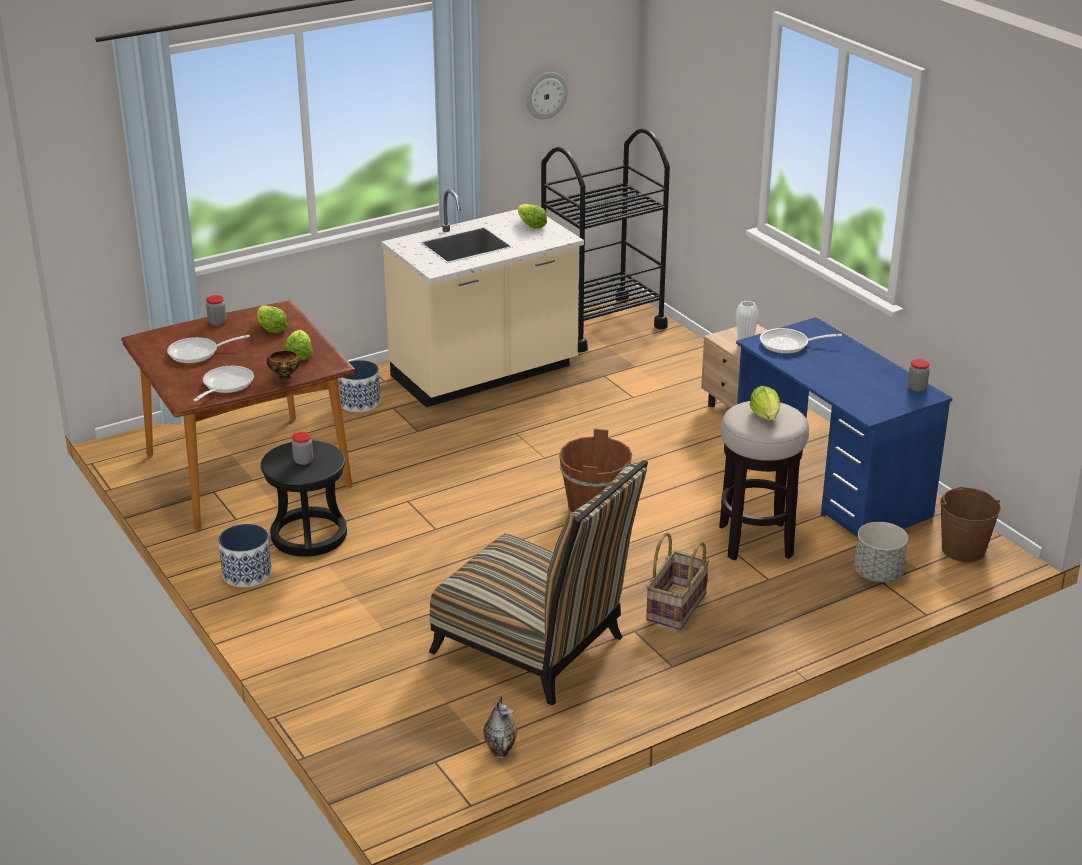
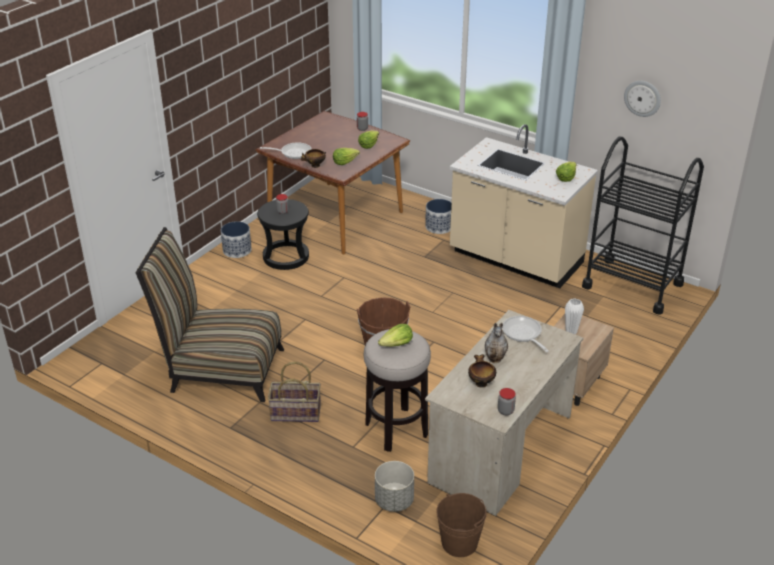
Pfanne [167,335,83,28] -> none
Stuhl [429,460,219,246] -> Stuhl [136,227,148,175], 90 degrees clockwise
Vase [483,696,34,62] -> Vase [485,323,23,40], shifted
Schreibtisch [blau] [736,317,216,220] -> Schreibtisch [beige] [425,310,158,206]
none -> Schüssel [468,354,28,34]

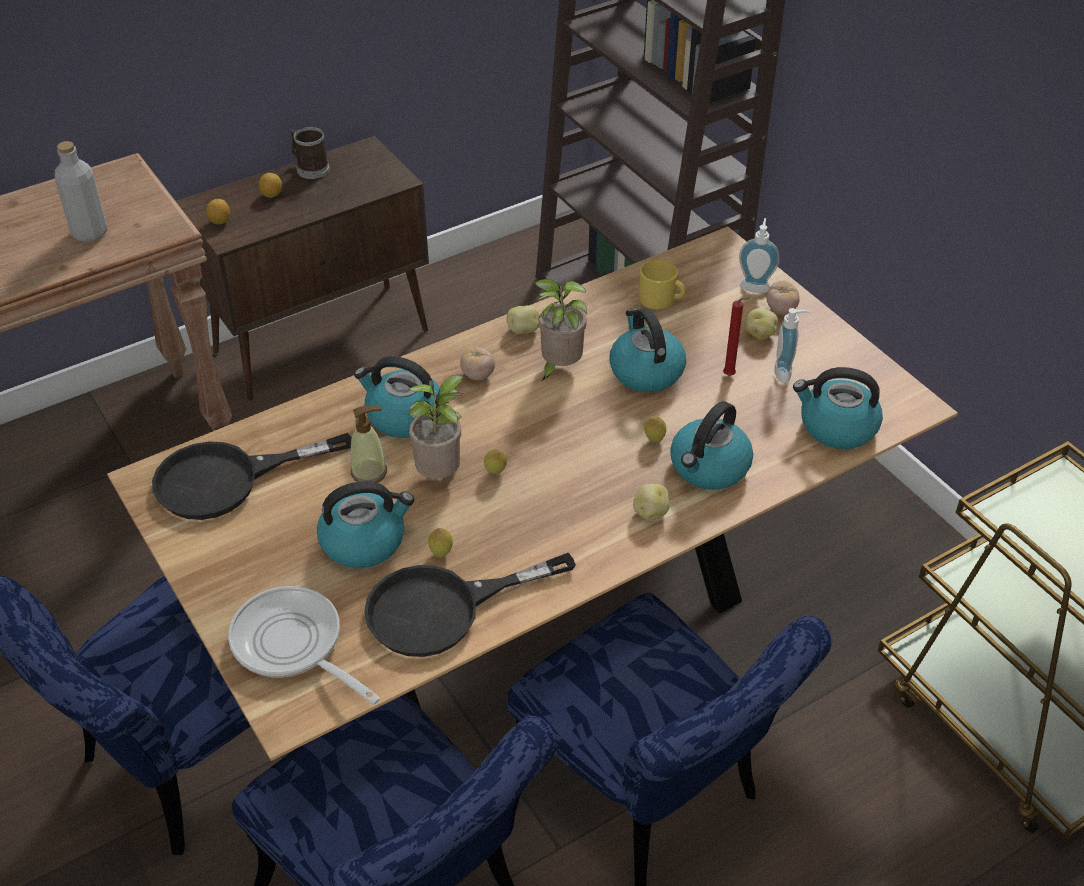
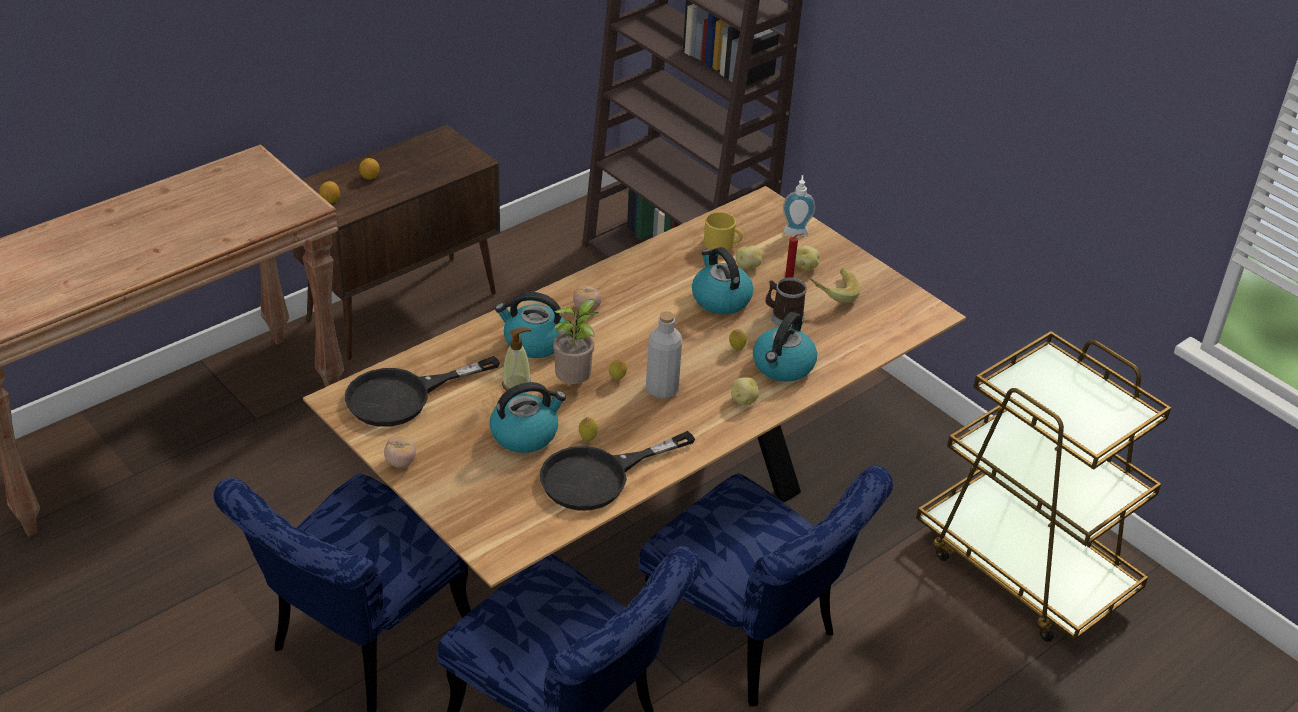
Flasche [grau] [55,141,52,101] -> Flasche [grau] [646,311,36,88], shifted
Pfanne [228,586,152,119] -> none
Henkelbecher [290,127,40,52] -> Henkelbecher [765,277,42,51], shifted
Kartoffel [507,305,33,29] -> Kartoffel [736,246,26,23], shifted
Topfpflanze [534,279,53,103] -> none
Tomate [767,281,33,33] -> Tomate [384,435,32,33], shifted
Seifenspender [774,308,36,75] -> Banane [809,269,51,34]
Wasserkessel [793,367,90,82] -> none

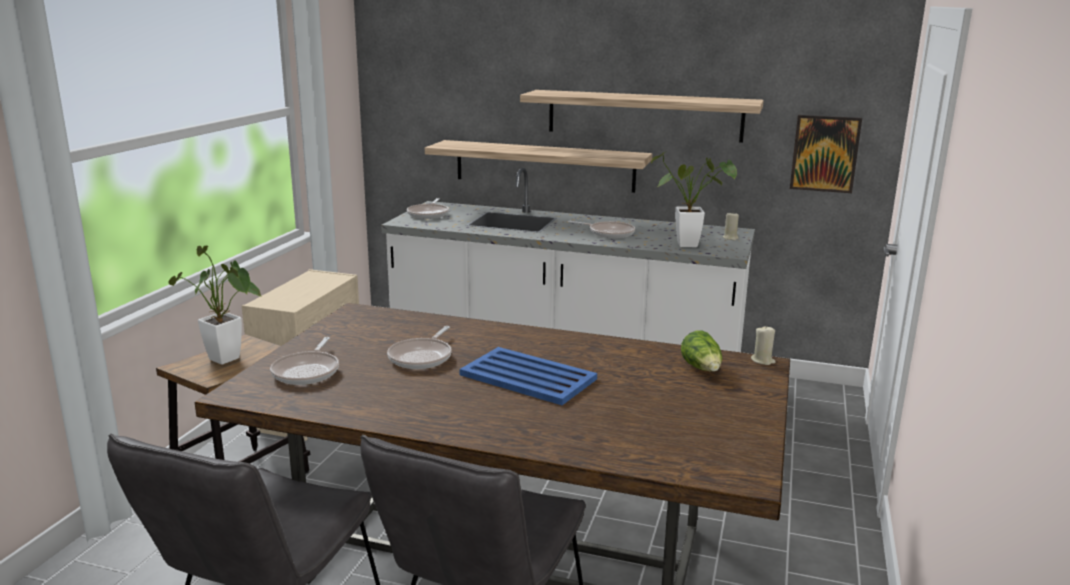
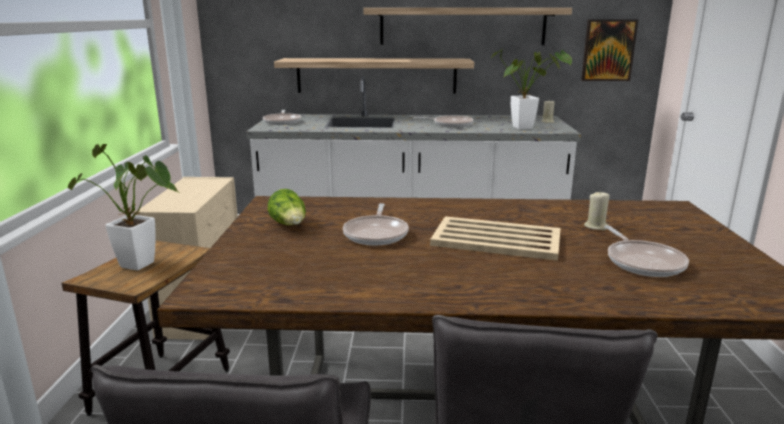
Pfanne [270,337,69,48] -> Pfanne [605,226,84,51], shifted
Tablett [blau] [459,347,138,58] -> Tablett [beige] [430,216,130,45]
Salatkopf [681,331,41,41] -> Salatkopf [268,189,38,36], shifted
Kerze [beige] [751,326,25,39] -> Kerze [beige] [584,191,26,39], shifted

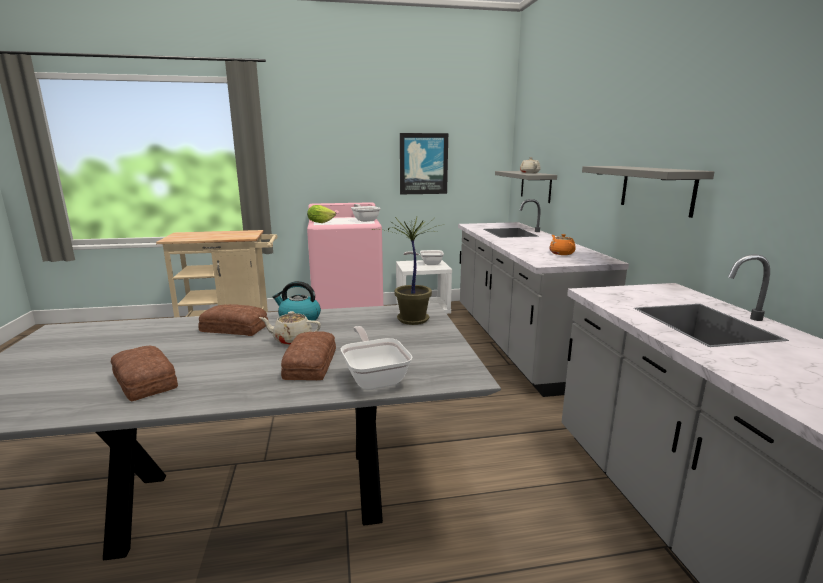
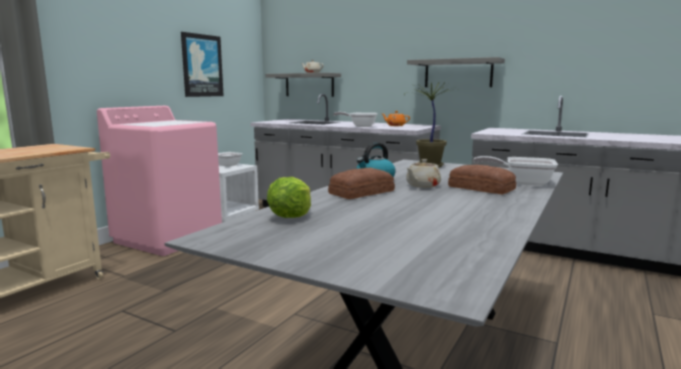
Brot [111,346,67,55] -> none
Salatkopf [307,205,29,18] -> Salatkopf [267,177,44,41], shifted
Pfanne [351,204,30,18] -> Pfanne [333,112,45,15], shifted

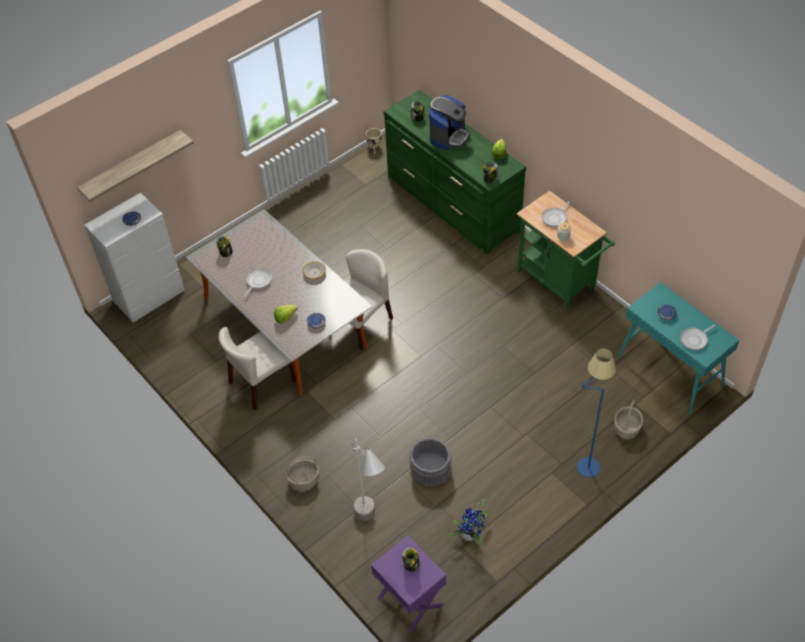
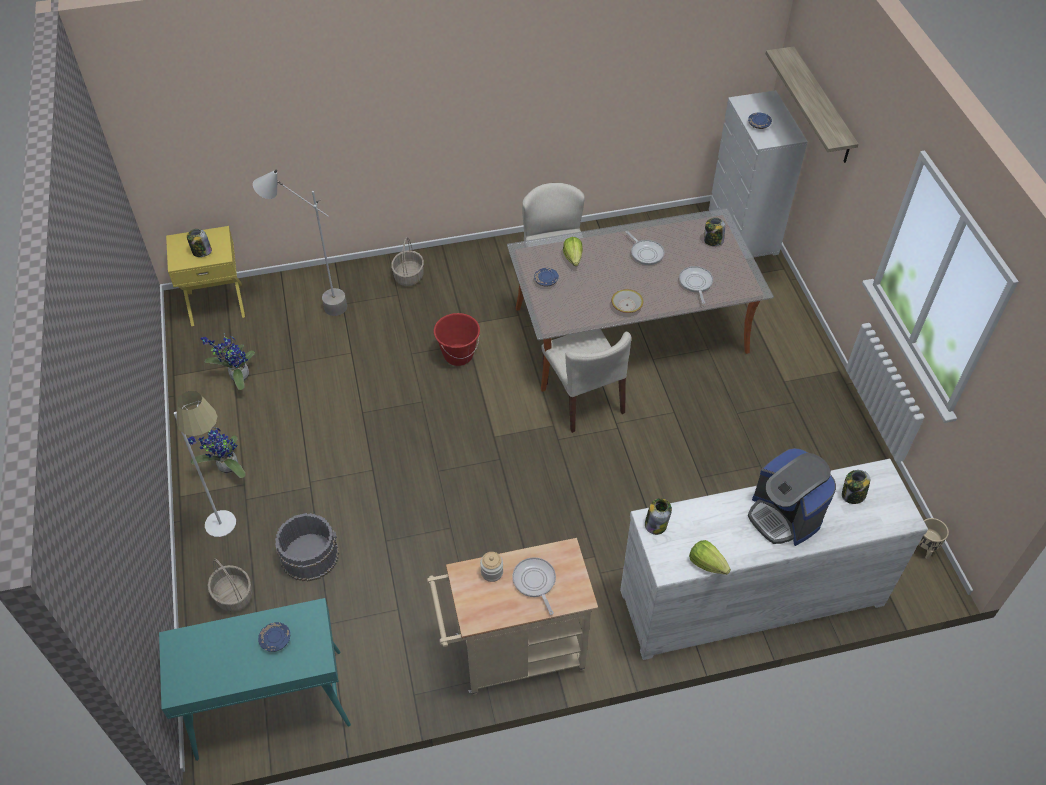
Nachttisch [lila] [371,535,76,99] -> Nachttisch [gelb] [166,226,79,100]
Kommode [grün] [384,90,142,165] -> Kommode [weiß] [620,459,308,201]
Eimer [grau] [409,438,43,49] -> Eimer [grau] [275,513,64,69], shifted
Rollwagen [grün] [516,191,99,119] -> Rollwagen [beige] [427,538,171,157]
Stehlampe [blau] [577,349,39,128] -> Stehlampe [weiß] [174,391,62,146]
Pfanne [680,324,36,26] -> Pfanne [679,266,34,38], shifted
none -> Topfpflanze [187,427,59,51]
none -> Eimer [rot] [434,313,46,53]

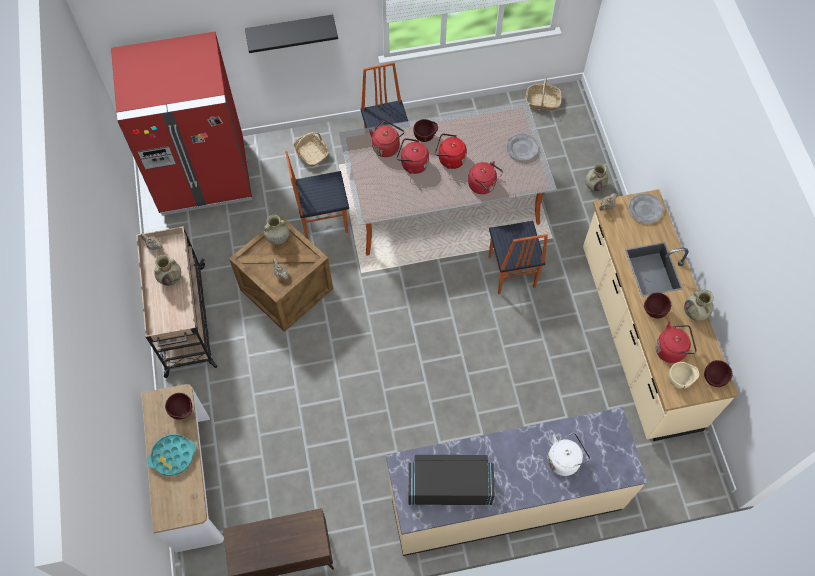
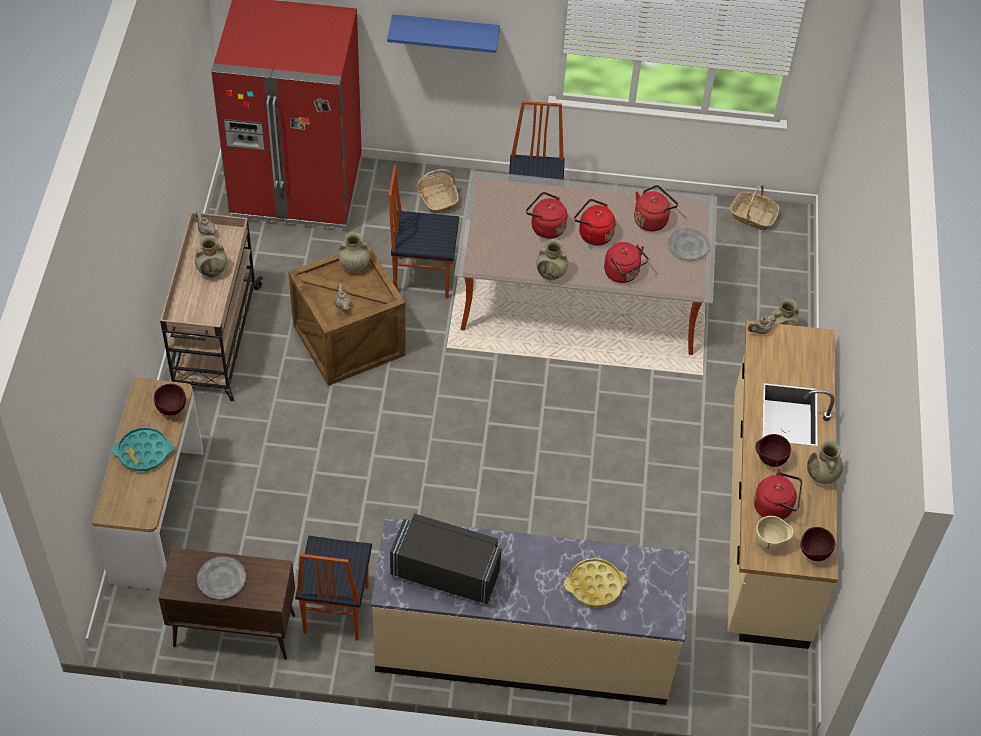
Wandregal [schwarz] [245,15,93,38] -> Wandregal [blau] [387,14,113,39]
Wasserkessel [rot] [369,120,35,37] -> Wasserkessel [rot] [634,185,44,46], shifted
Schüssel [braun] [413,119,25,23] -> none
Stuhl [489,221,59,73] -> Stuhl [295,536,77,105], shifted
Wasserkessel [weiß] [547,433,44,43] -> Tablett [gelb] [564,558,64,49]
Teller [grau] [628,194,35,29] -> Teller [grau] [197,557,49,42], shifted
none -> Vase [beige] [536,239,32,42]

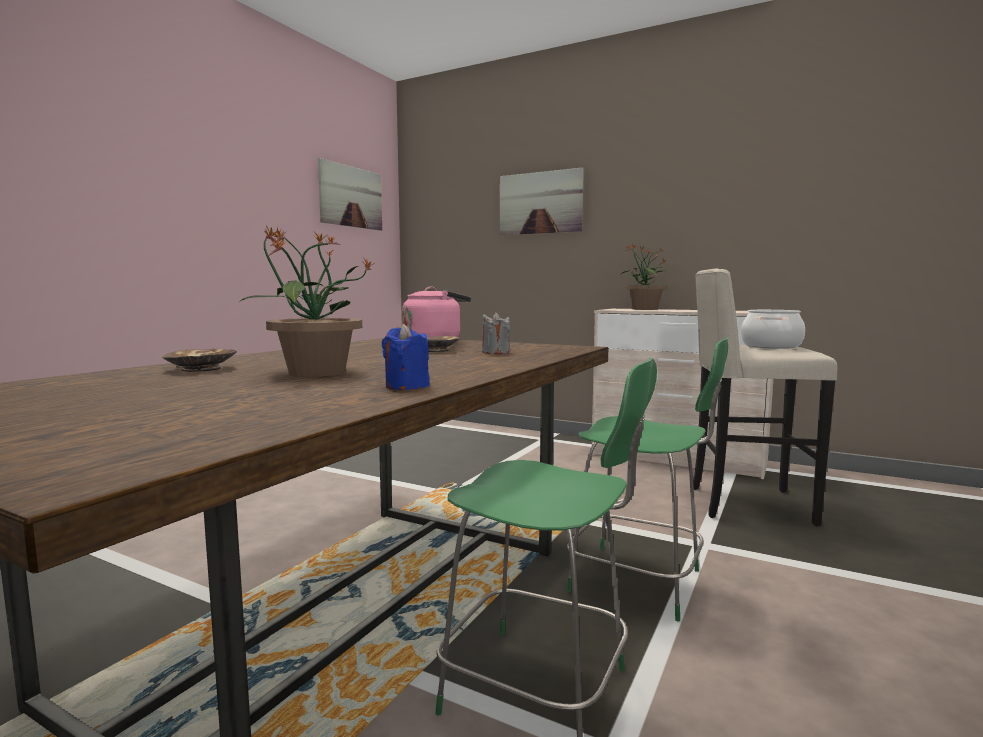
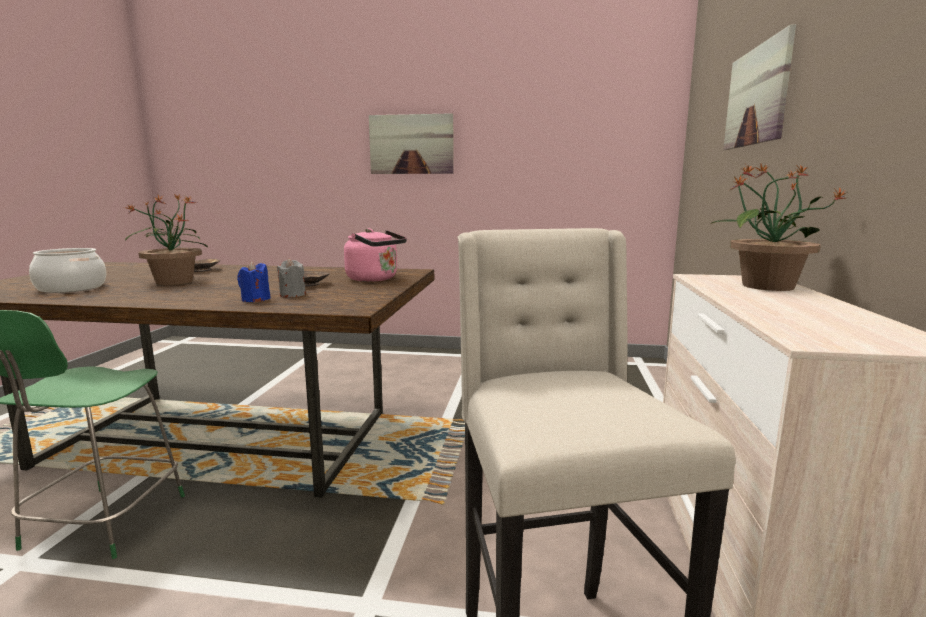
Bild [318,158,64,73] -> Bild [369,113,85,61], shifted
Kerze [blau] [382,324,48,66] -> Kerze [blau] [237,262,33,40], shifted
Stuhl [grün] [567,337,161,285] -> none
Kochtopf [741,310,64,39] -> Kochtopf [29,248,77,45], shifted

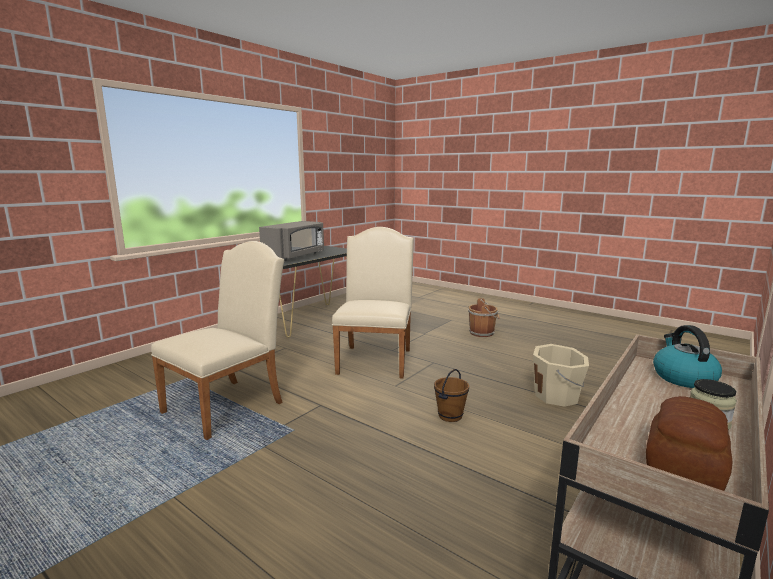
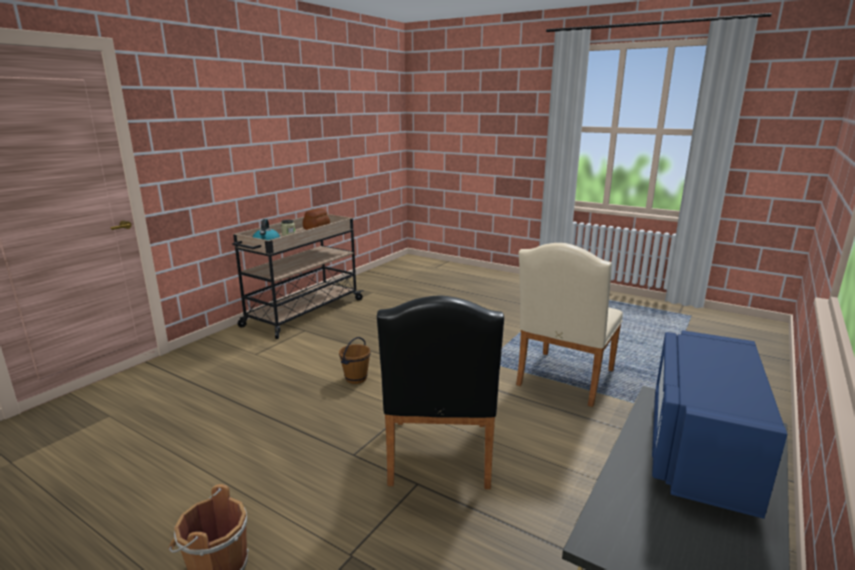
Mikrowelle [grau] [259,221,65,40] -> Mikrowelle [blau] [652,330,135,189]
Stuhl [beige] [332,227,82,151] -> Stuhl [schwarz] [377,296,127,193]
Eimer [beige] [533,344,56,63] -> none

